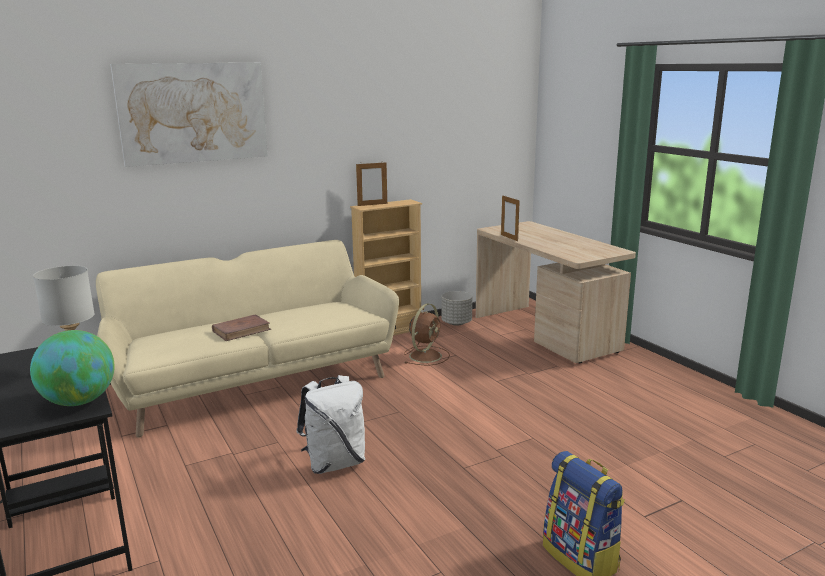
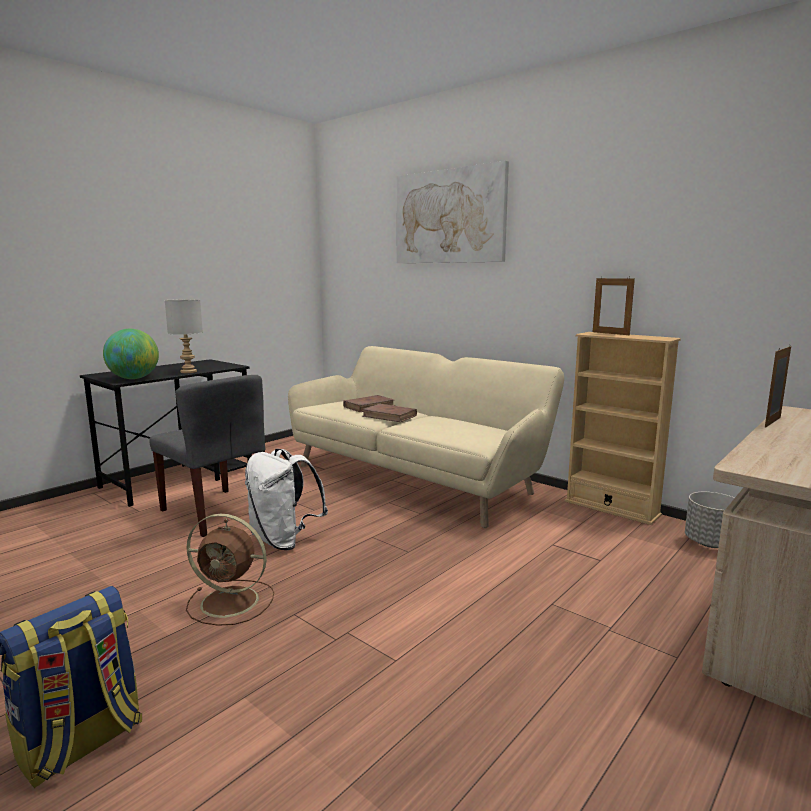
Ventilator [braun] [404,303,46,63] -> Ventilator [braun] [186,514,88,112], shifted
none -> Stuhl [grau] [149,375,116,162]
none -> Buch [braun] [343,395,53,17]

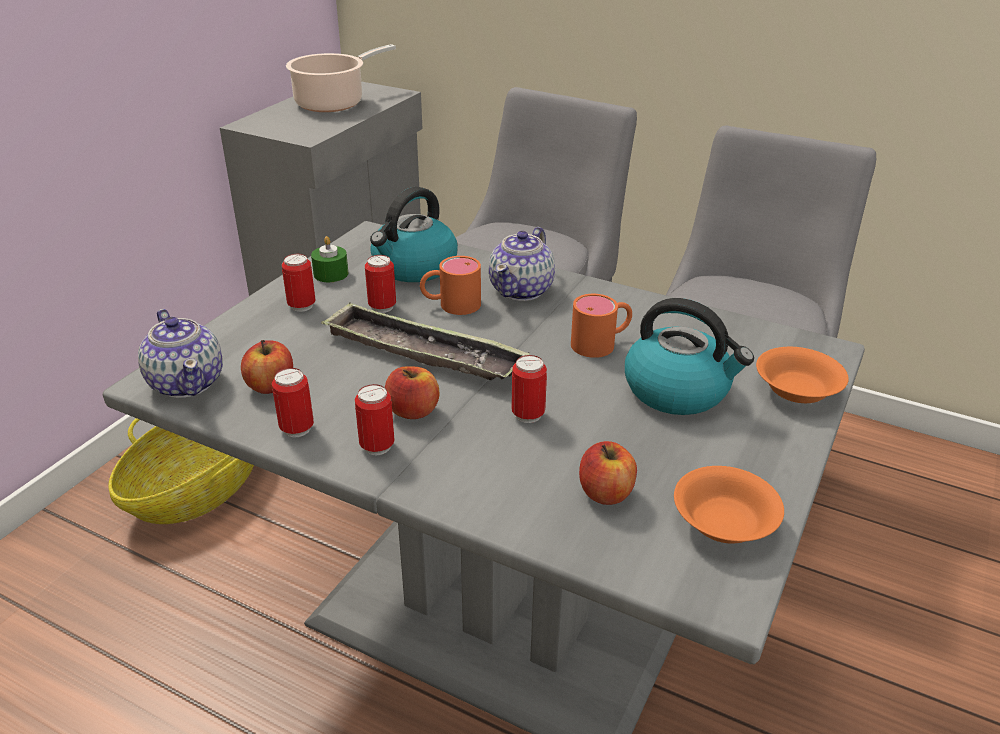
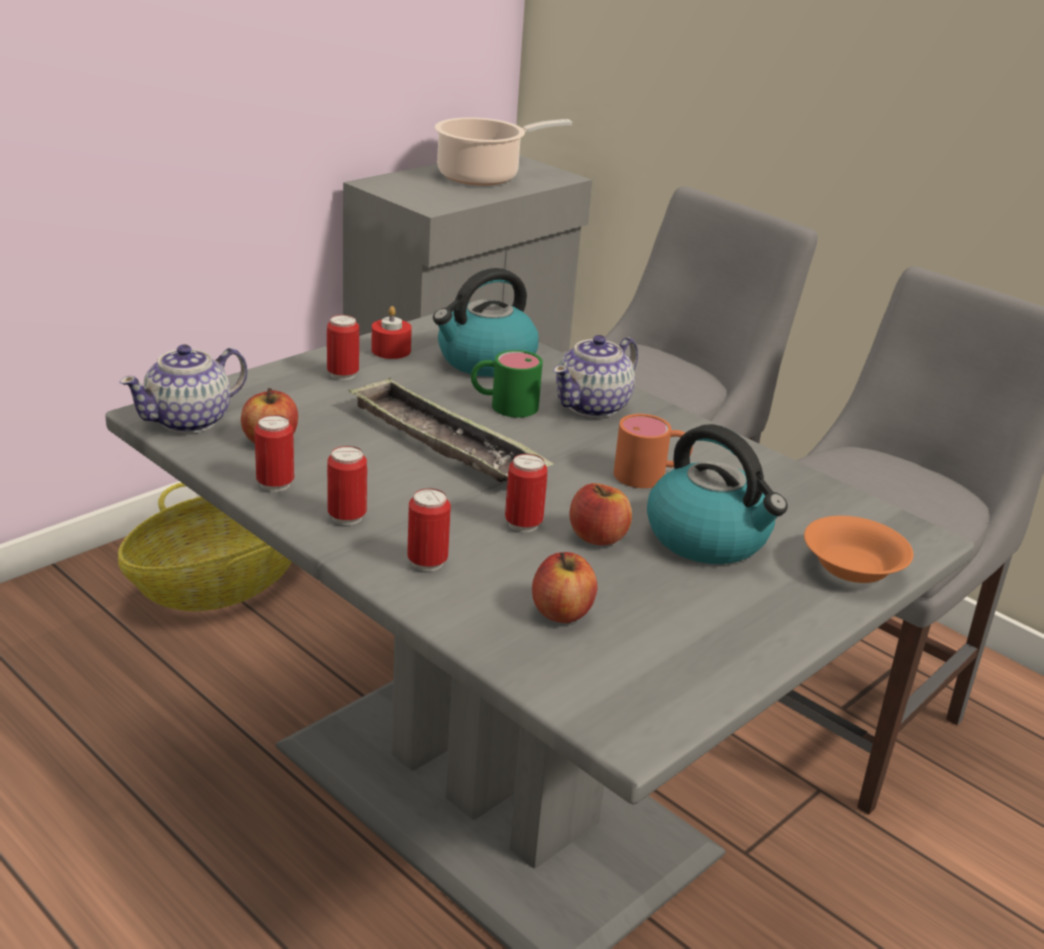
Teekanne [138,309,85,89] -> Teekanne [120,344,128,89], 60 degrees clockwise
Kerze [grün] [311,236,38,46] -> Kerze [rot] [371,306,41,53]
Dose [365,255,31,58] -> Dose [407,488,44,83], shifted
Apfel [385,366,54,53] -> Apfel [570,483,62,62], shifted
Henkelbecher [orange] [420,256,61,59] -> Henkelbecher [grün] [471,350,72,67]
Schüssel [orange] [674,466,110,77] -> none

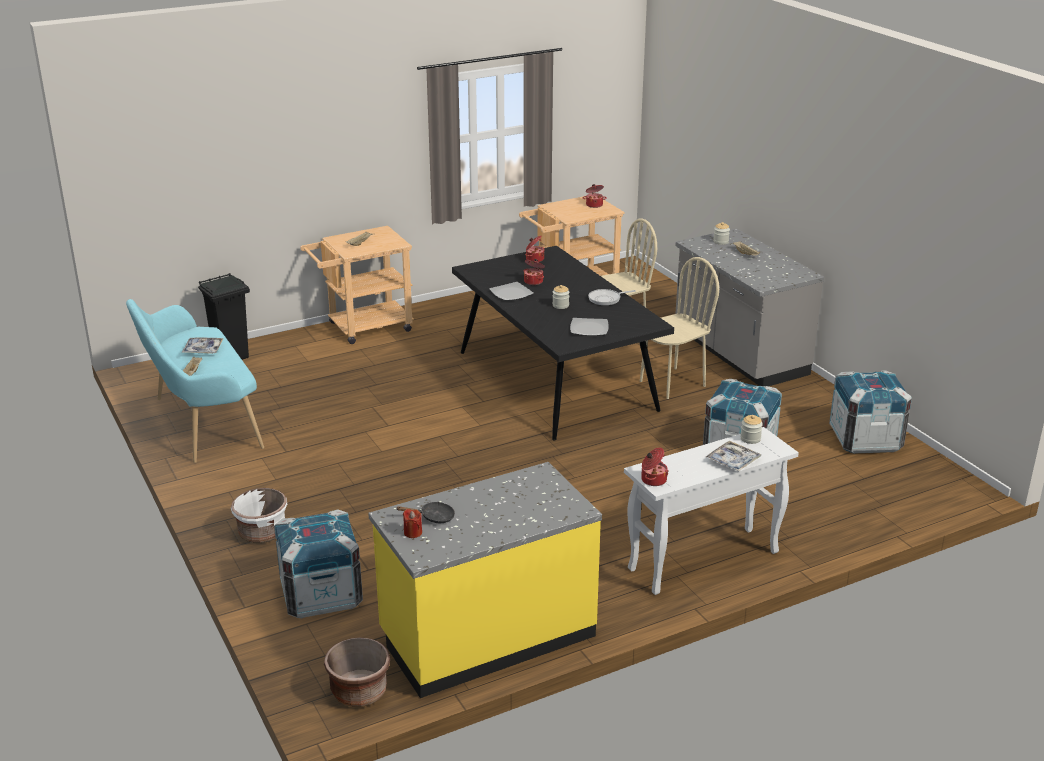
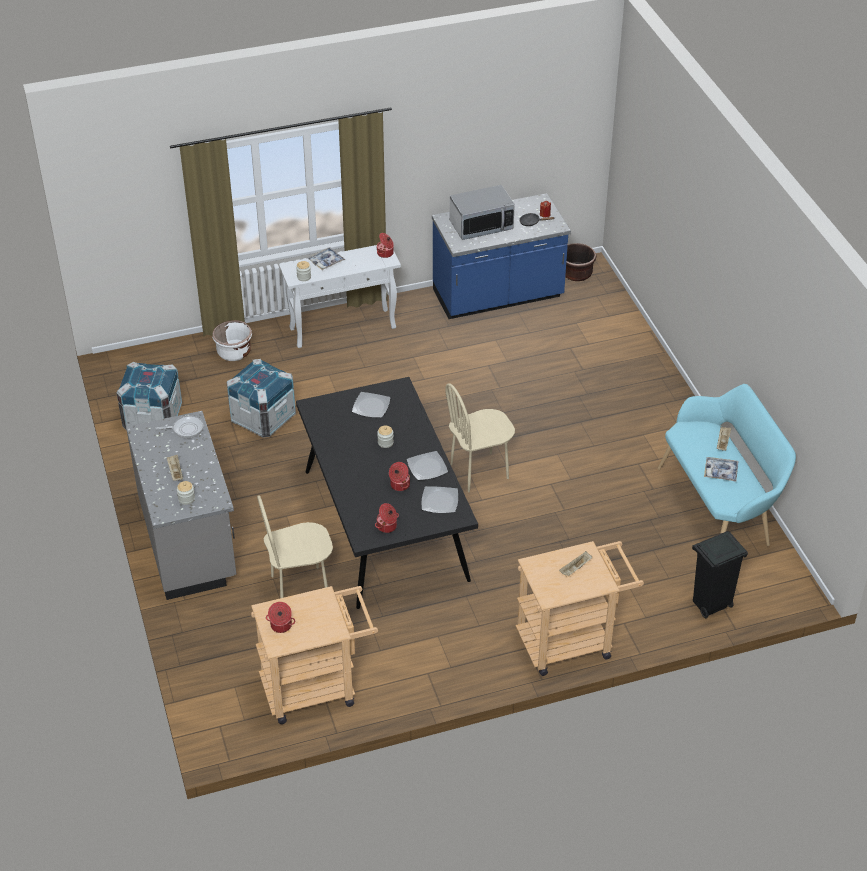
Pflanzkübel [weiß] [231,488,56,55] -> Pflanzkübel [weiß] [212,320,40,41], shifted
Kiste [274,510,89,108] -> none
Küchenzeile [gelb] [368,462,234,236] -> Küchenzeile [blau] [432,193,139,126]
Pfanne [588,289,48,17] -> Pfanne [155,415,49,23], shifted
Stuhl [beige] [640,257,79,142] -> Stuhl [beige] [445,383,70,110], shifted
none -> Teller [422,486,36,27]
none -> Mikrowelle [450,185,65,55]

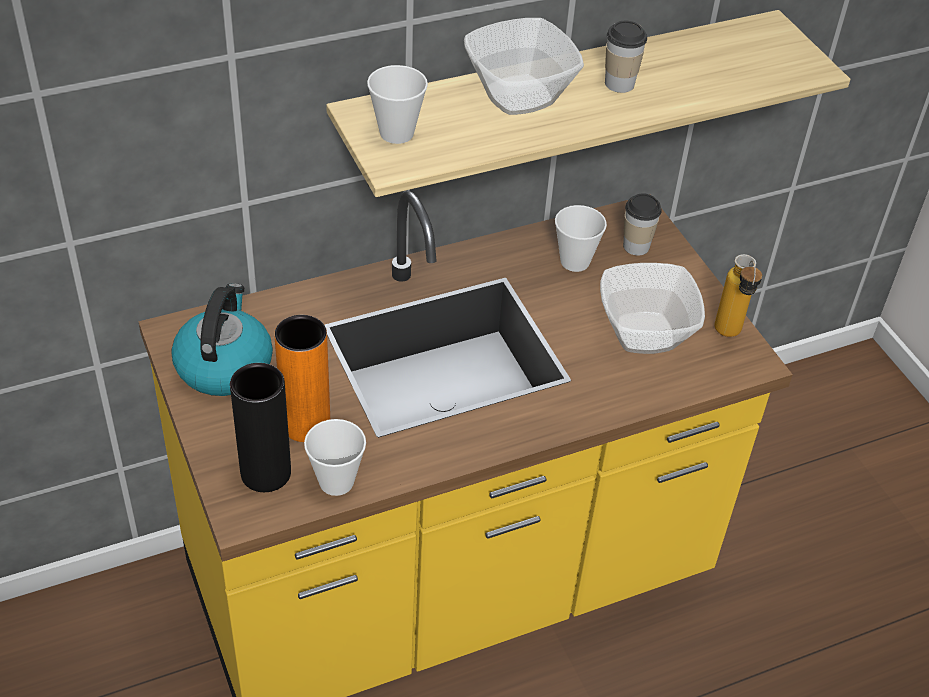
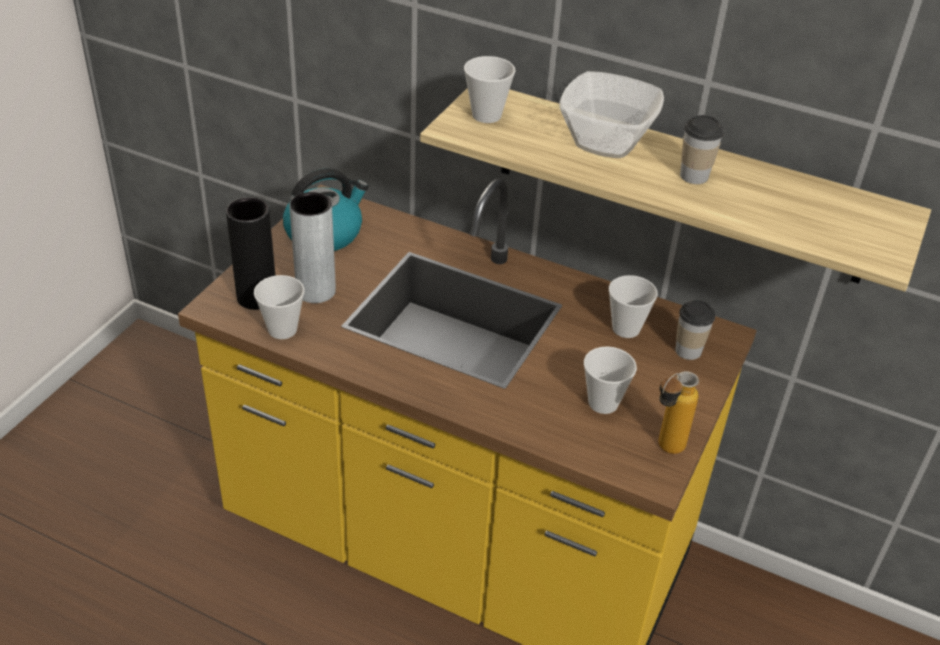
Vase [orange] [274,315,56,127] -> Vase [grau] [289,192,47,111]
Schüssel [600,263,105,91] -> Tasse [584,347,53,67]

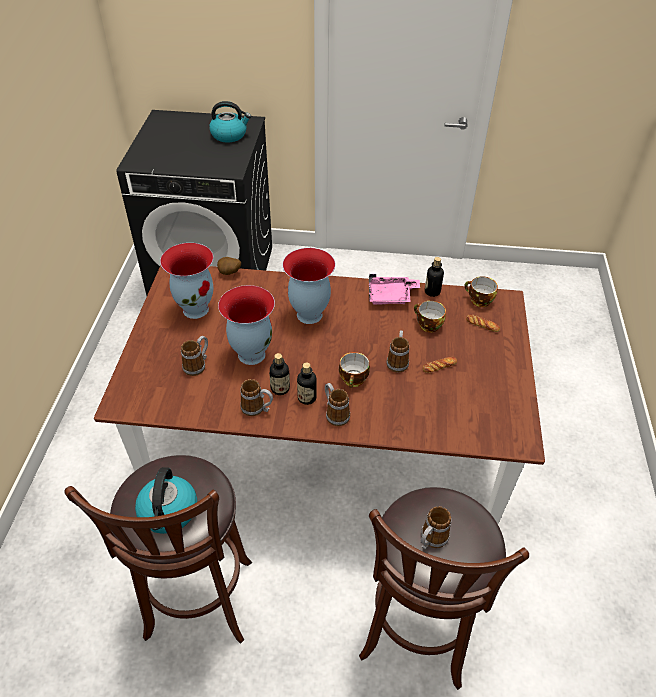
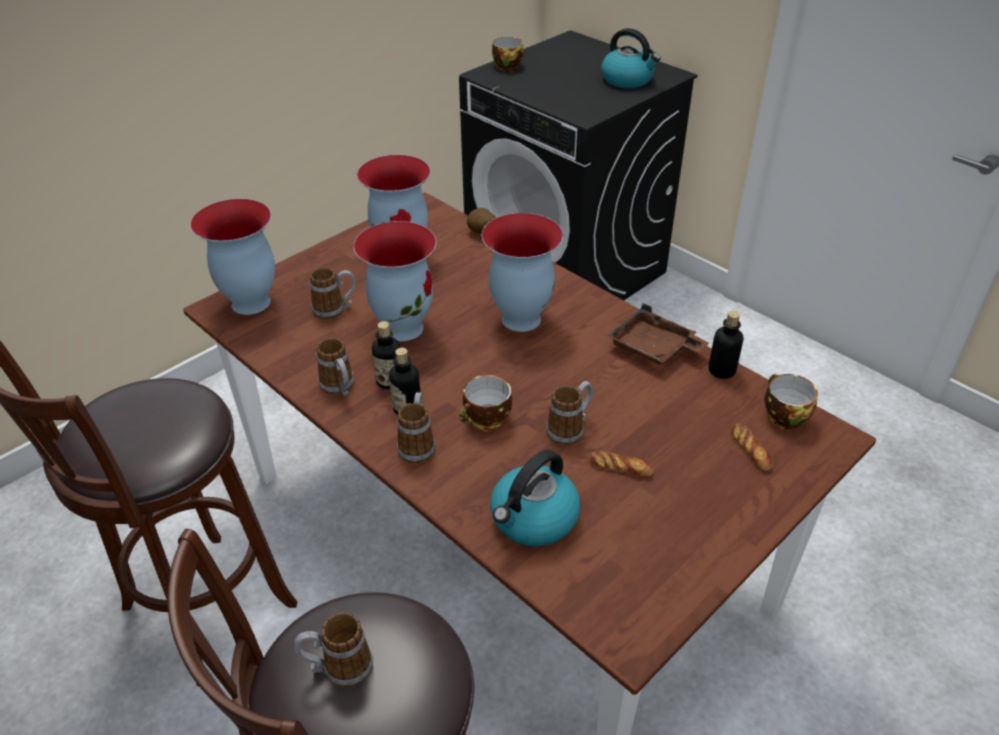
Wasserkessel [135,467,62,67] -> Wasserkessel [490,450,90,96], shifted
Tablett [rosa] [369,274,51,30] -> Tablett [braun] [607,303,102,62]
Tasse [414,301,32,32] -> Tasse [492,37,32,34], shifted
none -> Vase [190,199,85,116]

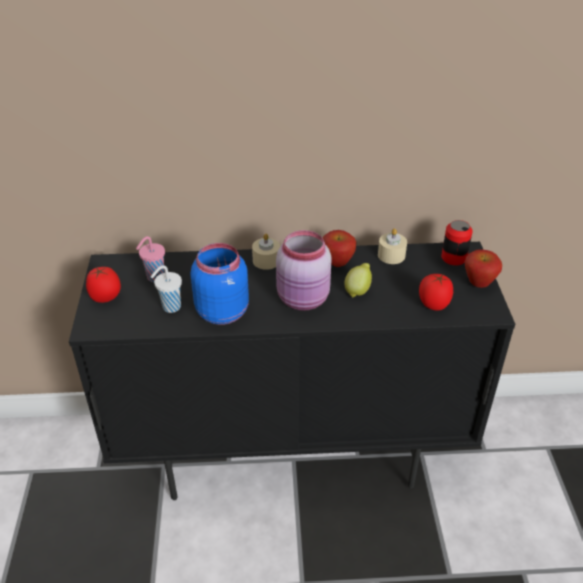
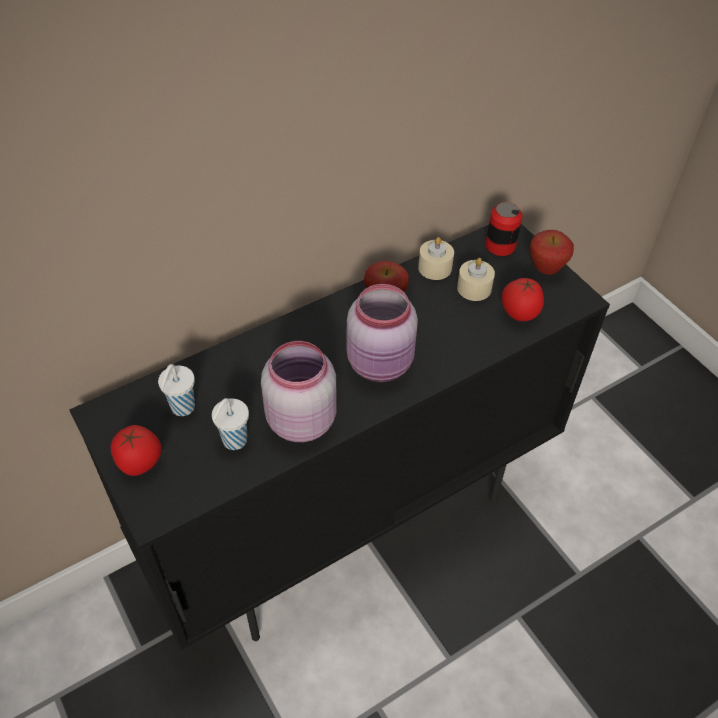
Tasse [rosa] [136,236,29,46] -> Tasse [weiß] [158,364,37,52]
Vorratsglas [blau] [190,243,59,82] -> Vorratsglas [rosa] [261,341,76,101]
Kerze [beige] [252,234,28,36] -> Kerze [beige] [457,258,38,43], shifted
Zitrone [344,263,28,35] -> none

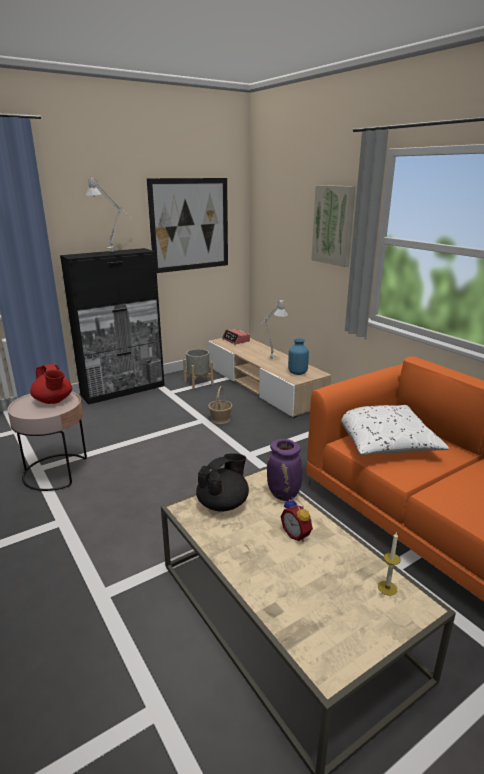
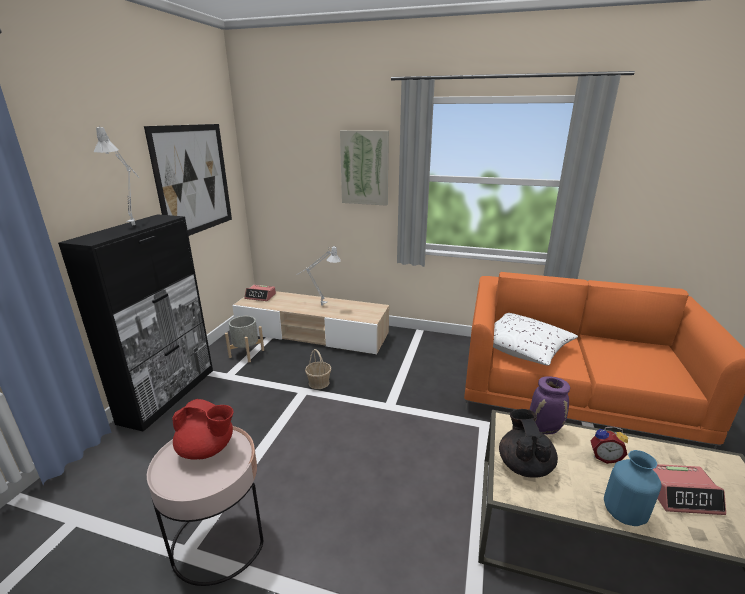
Vase [blau] [288,338,21,37] -> Vase [blau] [604,450,58,76], shifted
Kerze [378,533,23,63] -> none
none -> Wecker [653,464,73,51]

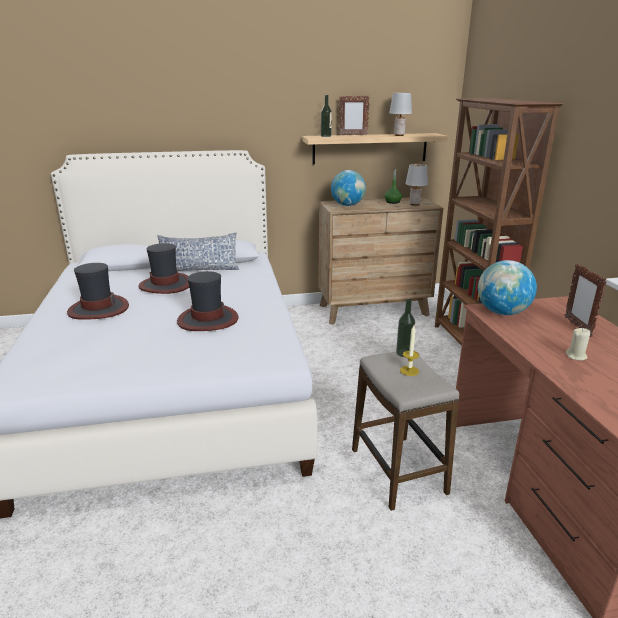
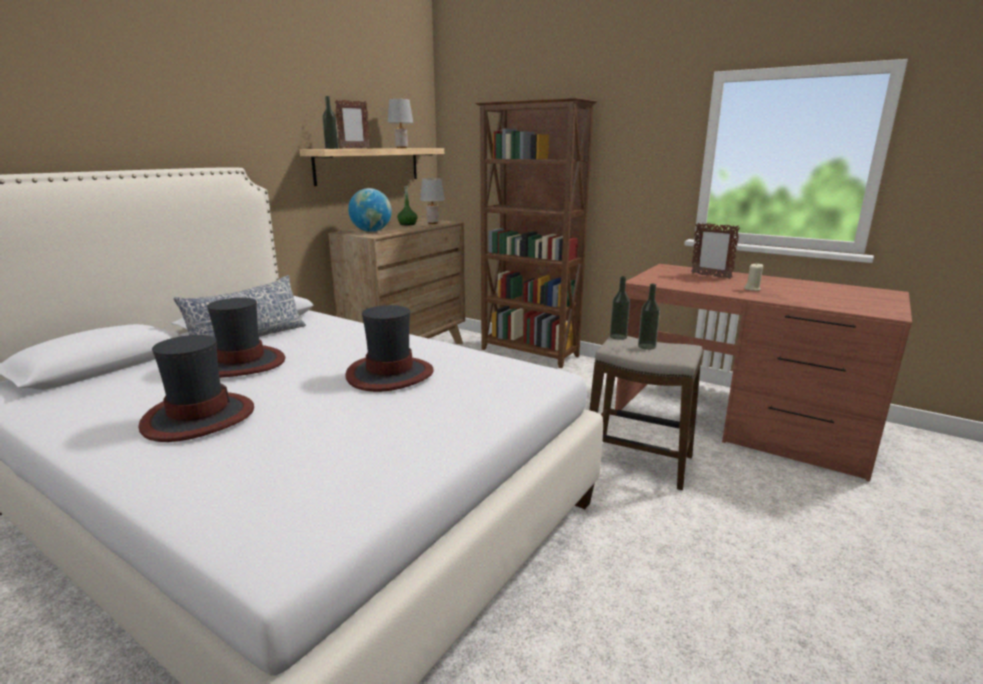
Kerze [400,326,19,50] -> Flasche [638,283,22,67]
Globus [478,260,59,55] -> none

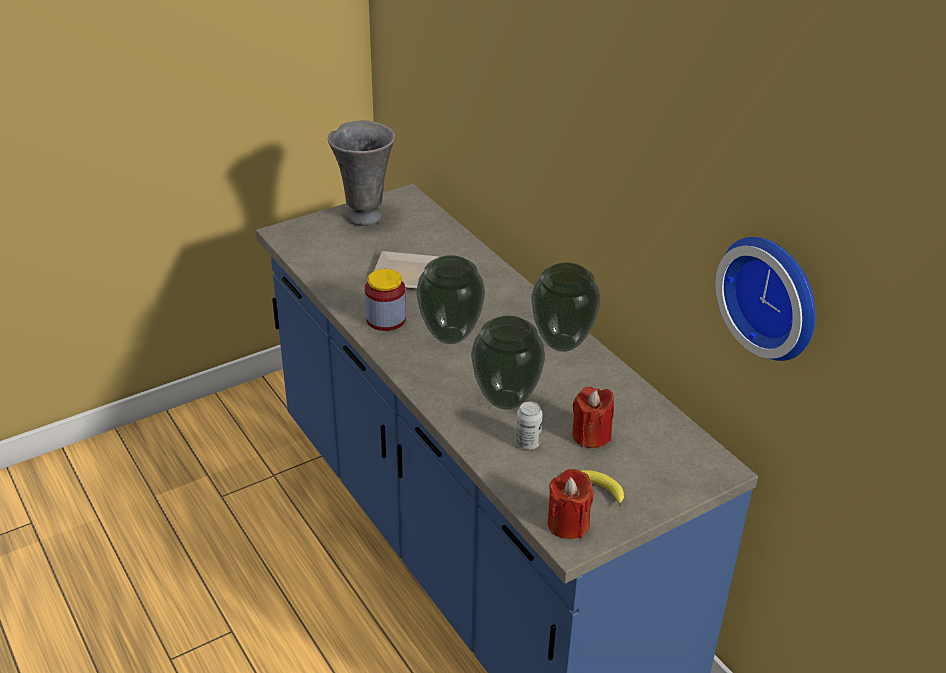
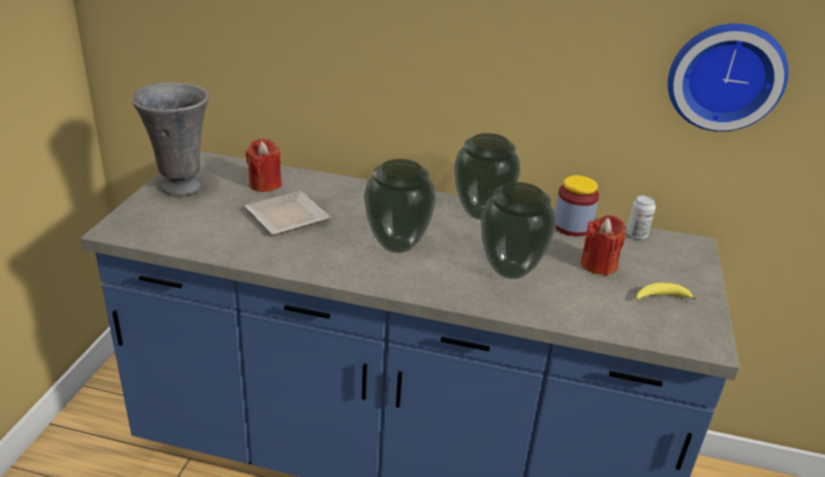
Vorratsglas [365,269,41,62] -> Vorratsglas [555,175,44,61], shifted
Dose [516,401,27,49] -> Dose [626,196,30,43], shifted
Kerze [rot] [548,469,46,70] -> Kerze [rot] [245,139,37,53], shifted

